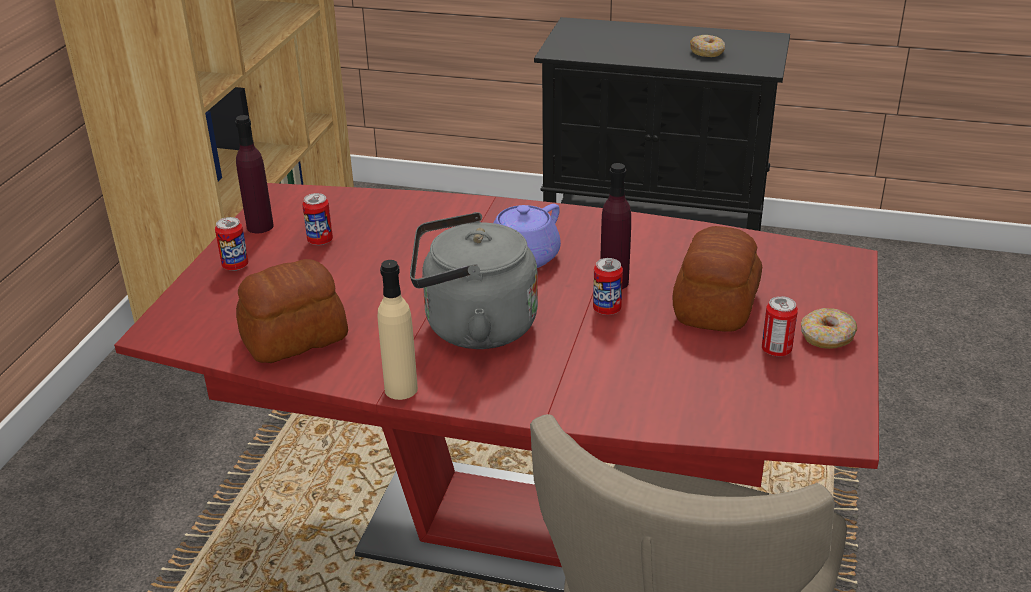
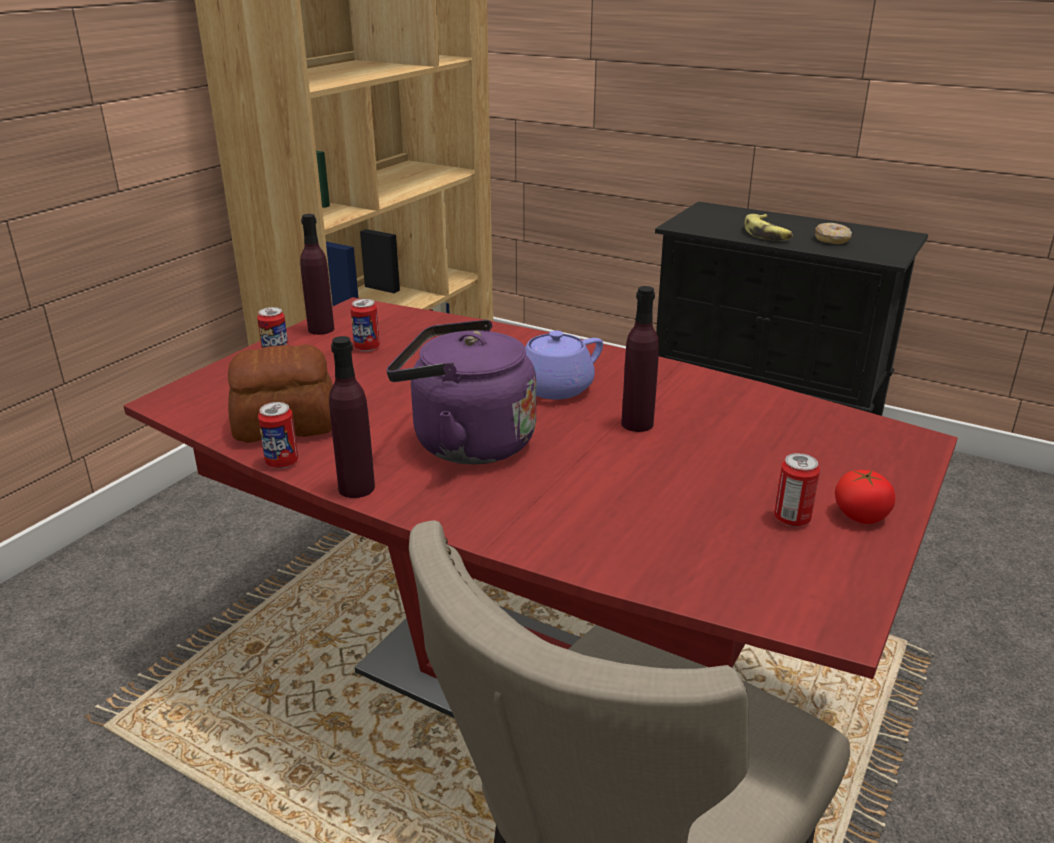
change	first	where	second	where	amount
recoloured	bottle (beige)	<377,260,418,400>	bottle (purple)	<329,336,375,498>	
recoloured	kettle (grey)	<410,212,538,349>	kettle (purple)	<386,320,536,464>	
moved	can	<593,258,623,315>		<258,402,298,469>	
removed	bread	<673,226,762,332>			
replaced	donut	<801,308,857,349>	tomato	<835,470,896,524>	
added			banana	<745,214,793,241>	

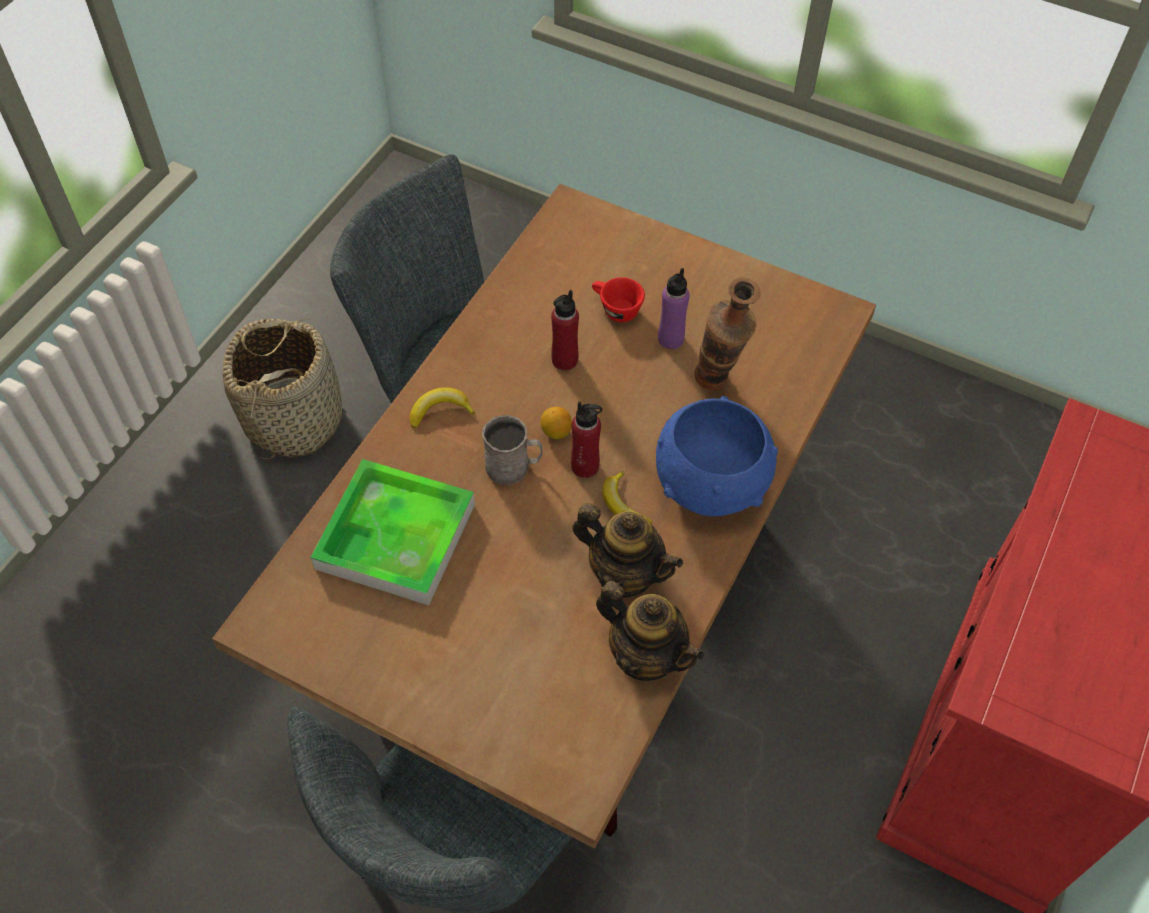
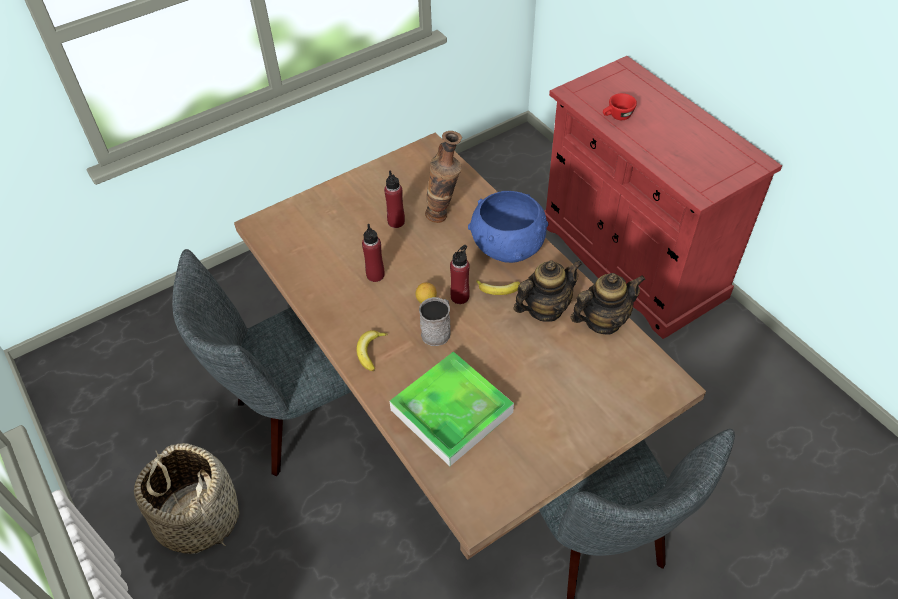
change	first	where	second	where	amount
moved	cup (red)	<592,277,645,322>		<603,93,637,120>	
recoloured	bottle (purple)	<658,268,690,349>	bottle (red)	<384,170,405,228>	

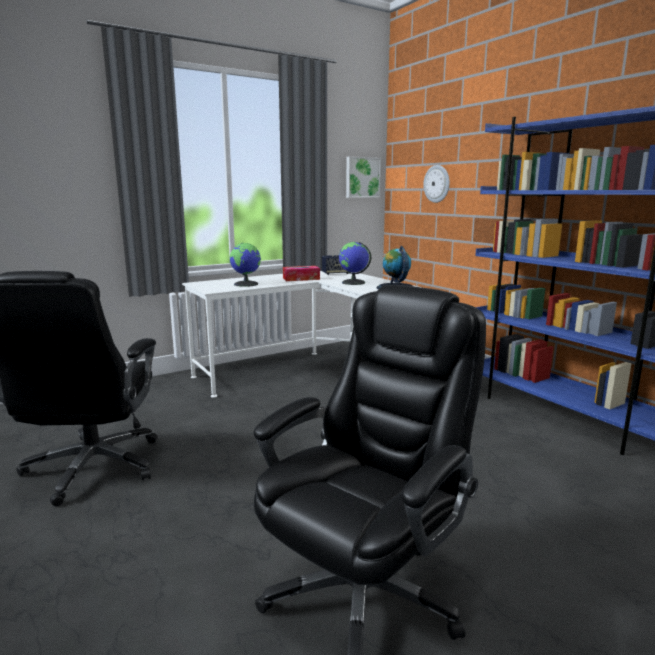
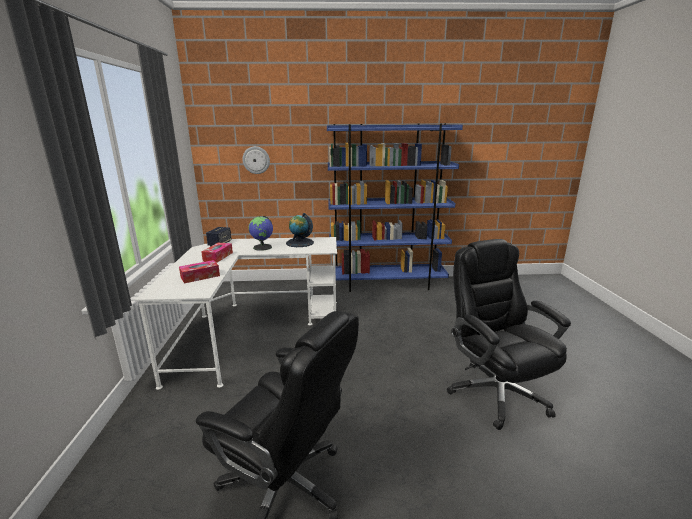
change	first	where	second	where	amount
replaced	globe	<230,242,261,287>	tissue box	<179,260,220,284>	
removed	picture	<346,156,381,198>			

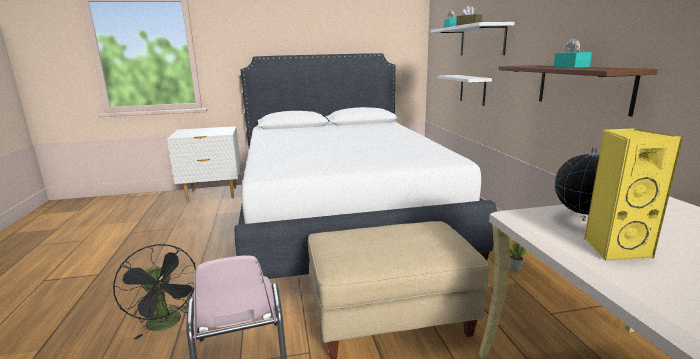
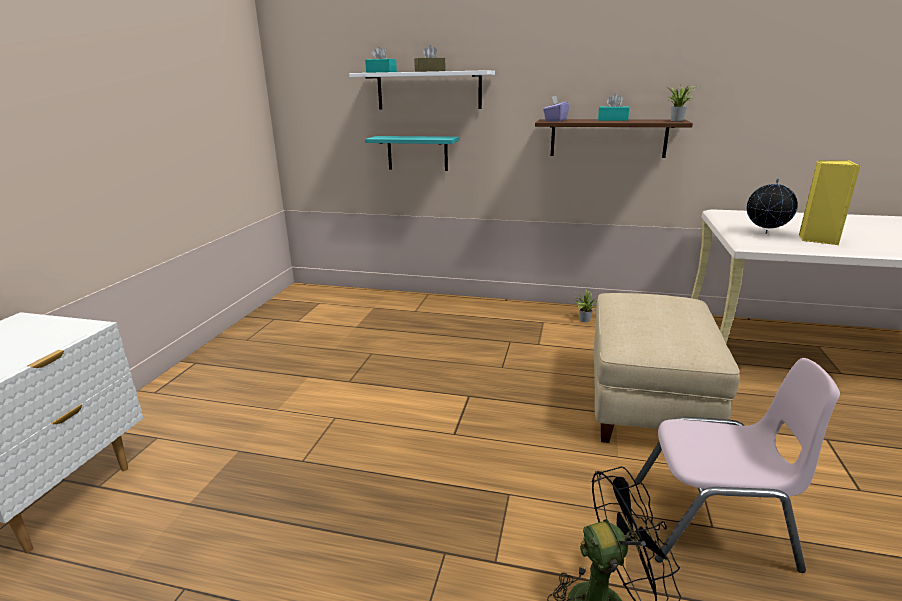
change	first	where	second	where	amount
removed	bed (white)	<234,53,497,279>			
recoloured	shelf (white)	<438,75,492,106>	shelf (turquoise)	<365,136,460,171>	
added			tissue box (purple)	<543,96,569,121>	
added			potted plant	<666,84,699,121>	

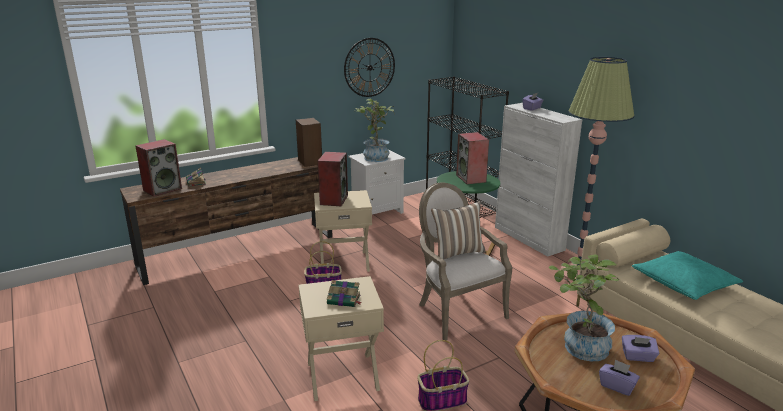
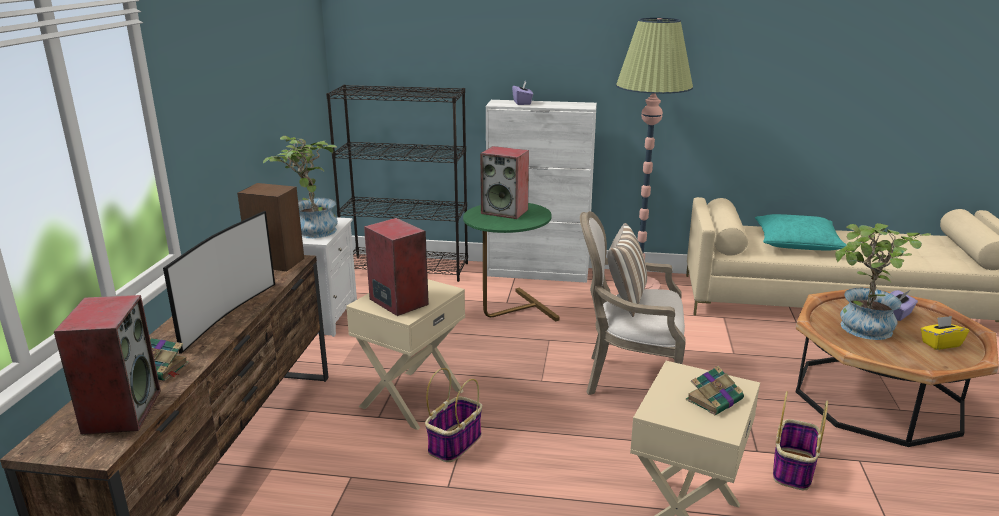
change	first	where	second	where	amount
removed	wall clock	<344,38,395,97>			
recoloured	tissue box (purple)	<599,360,640,396>	tissue box (yellow)	<921,316,969,350>	
added			television	<163,211,275,354>	

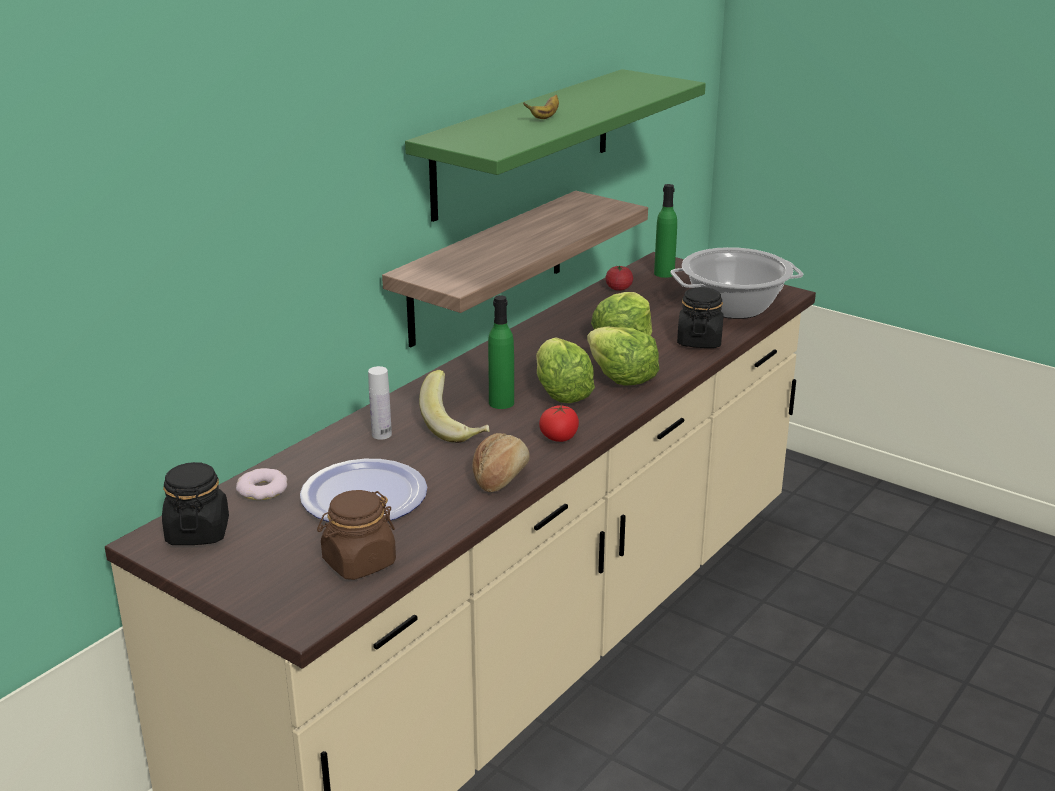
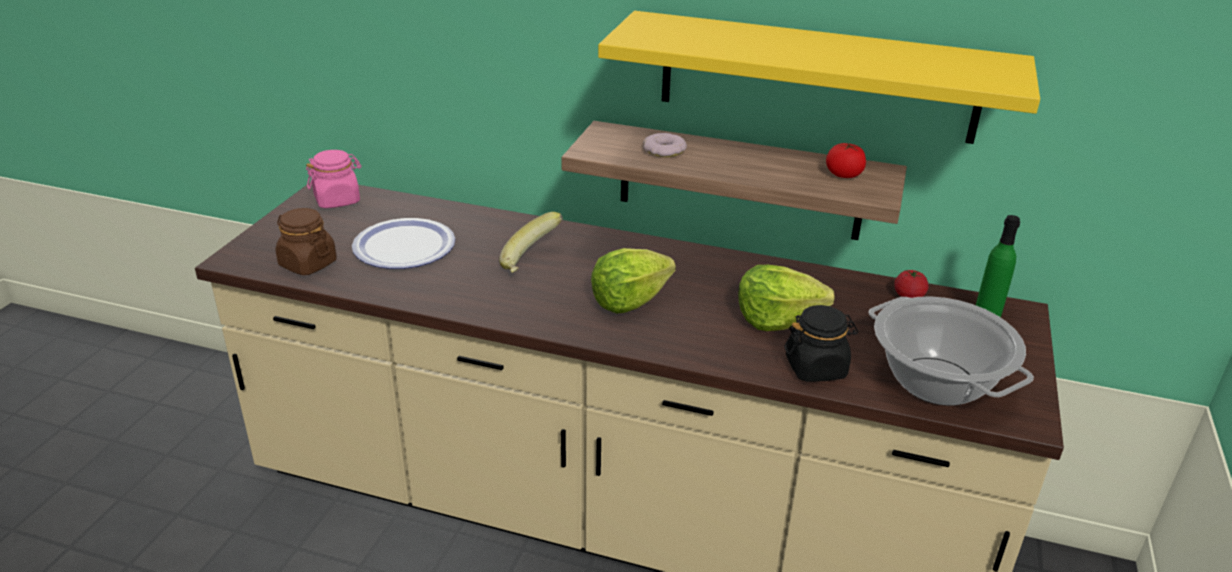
change	first	where	second	where	amount
recoloured	jar (black)	<162,462,229,545>	jar (pink)	<306,150,361,208>	
moved	donut	<236,468,287,500>		<643,133,687,157>	
removed	bottle (white)	<368,366,392,440>			
recoloured	shelf (green)	<405,69,706,222>	shelf (yellow)	<598,11,1040,144>	
removed	bread	<472,433,530,492>			
removed	bottle (green)	<488,295,514,409>			
removed	banana	<523,95,559,119>			
moved	tomato	<539,404,579,442>		<826,143,866,178>	
removed	lettuce	<587,327,659,386>			

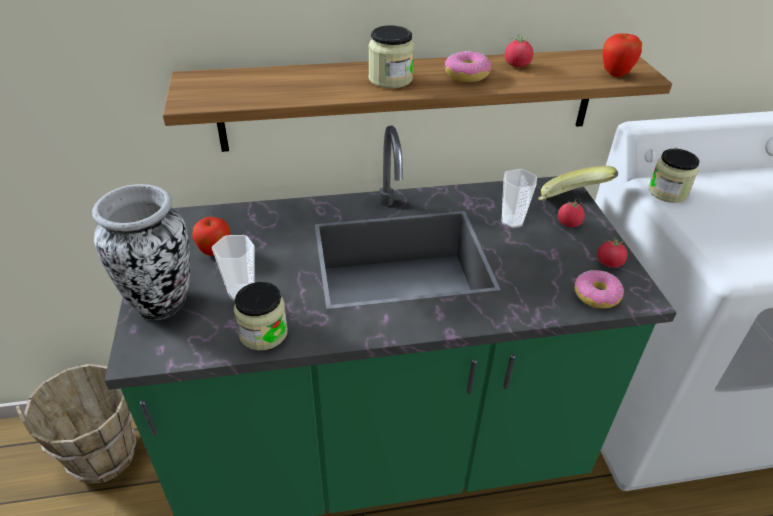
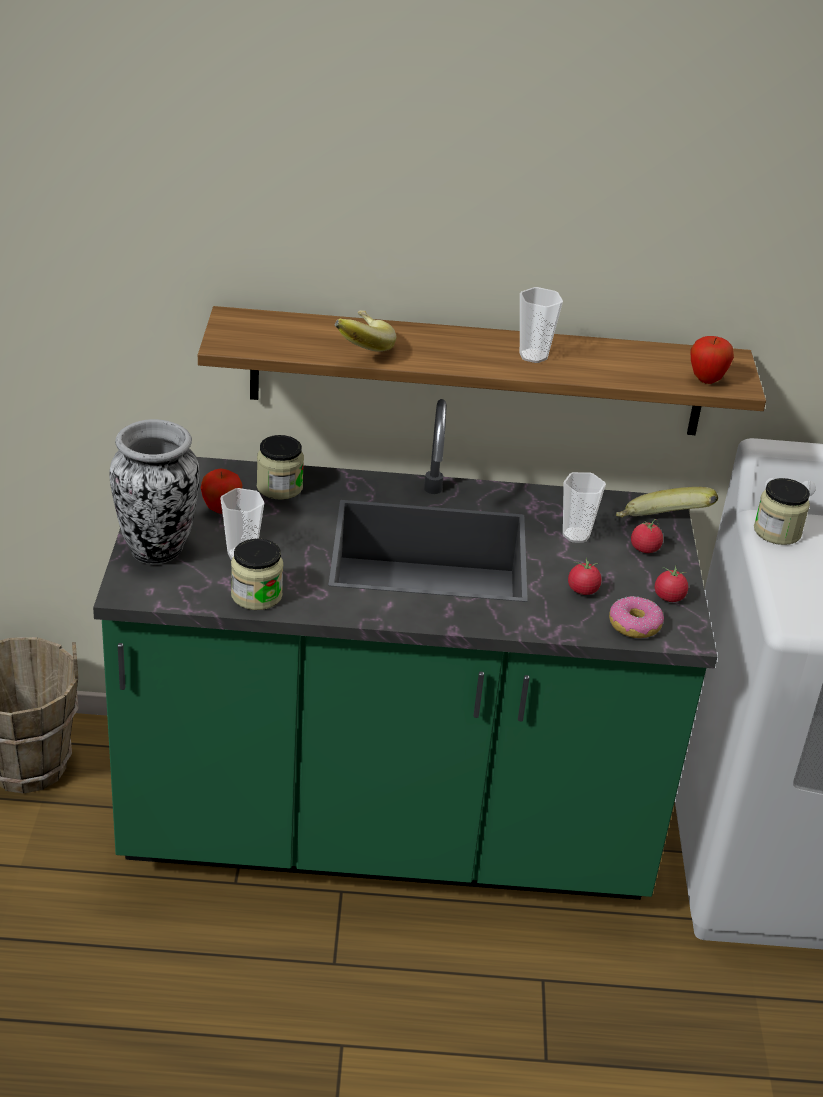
change	first	where	second	where	amount
moved	jar	<368,25,414,88>		<257,435,304,500>	
replaced	donut	<445,51,491,82>	cup	<520,287,563,363>	
moved	tomato	<505,34,533,67>		<568,558,602,595>	
added			banana	<335,311,397,352>	

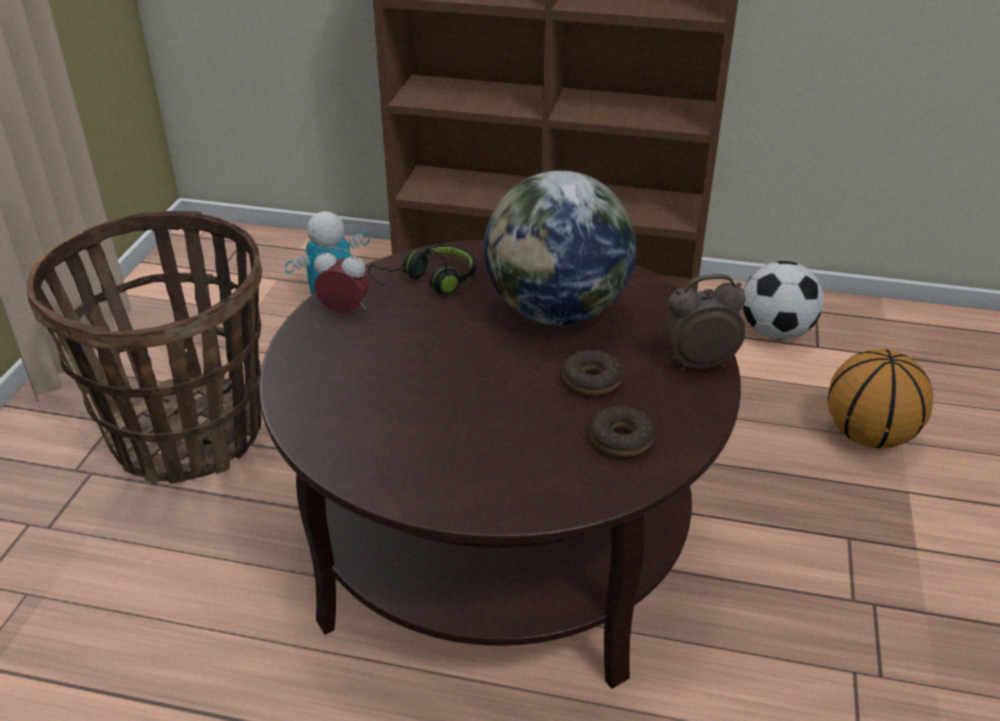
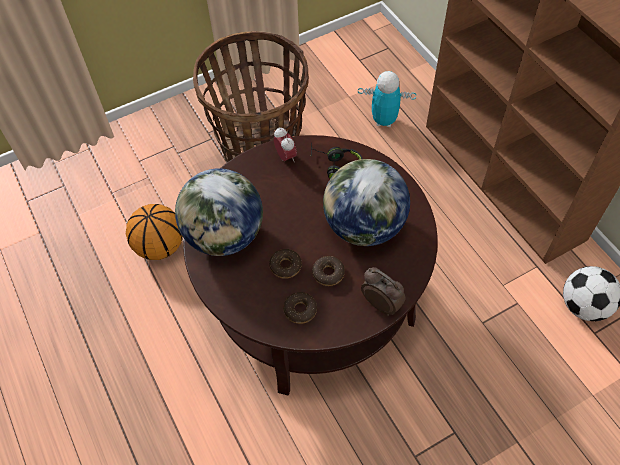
change	first	where	second	where	amount
moved	basketball	<828,349,933,449>		<126,204,183,260>	
added			globe	<175,168,263,256>	
added			donut	<269,249,302,279>	

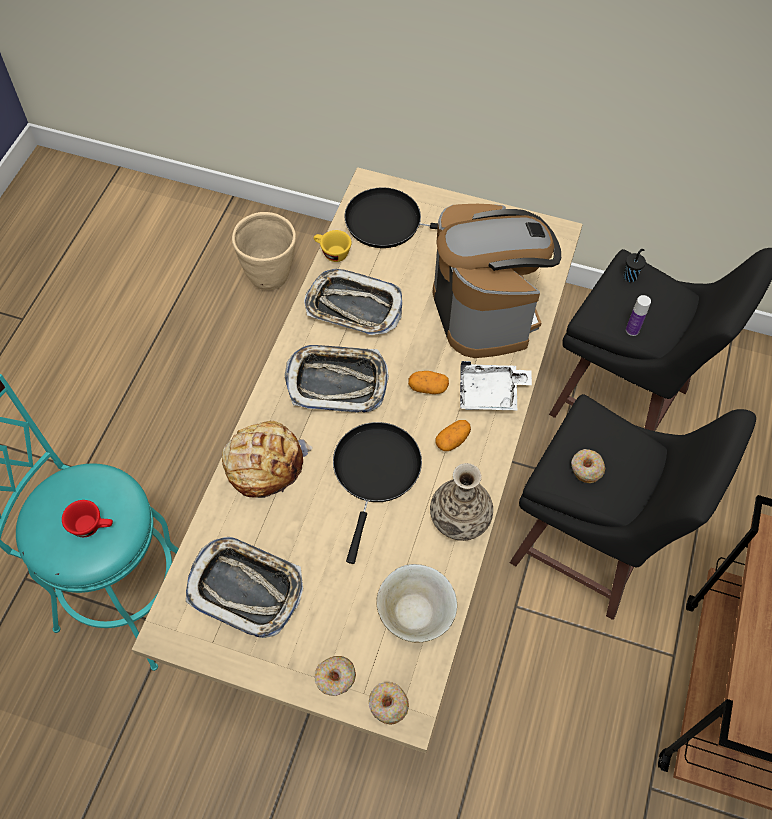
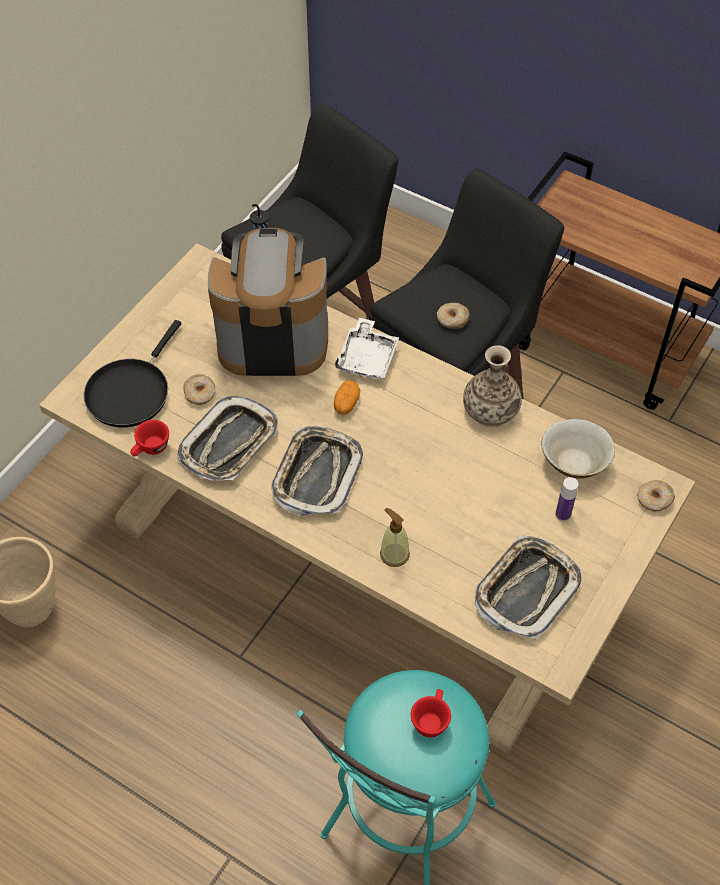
change	first	where	second	where	amount
replaced	bread	<222,421,313,498>	soap dispenser	<380,508,410,567>	
recoloured	cup (yellow)	<314,230,351,262>	cup (red)	<130,420,169,457>	
moved	donut	<315,656,356,696>		<183,374,216,405>	
removed	frying pan (black)	<333,422,422,564>			
removed	potato	<435,420,471,451>			
moved	bottle	<626,295,651,336>		<555,477,578,521>	

